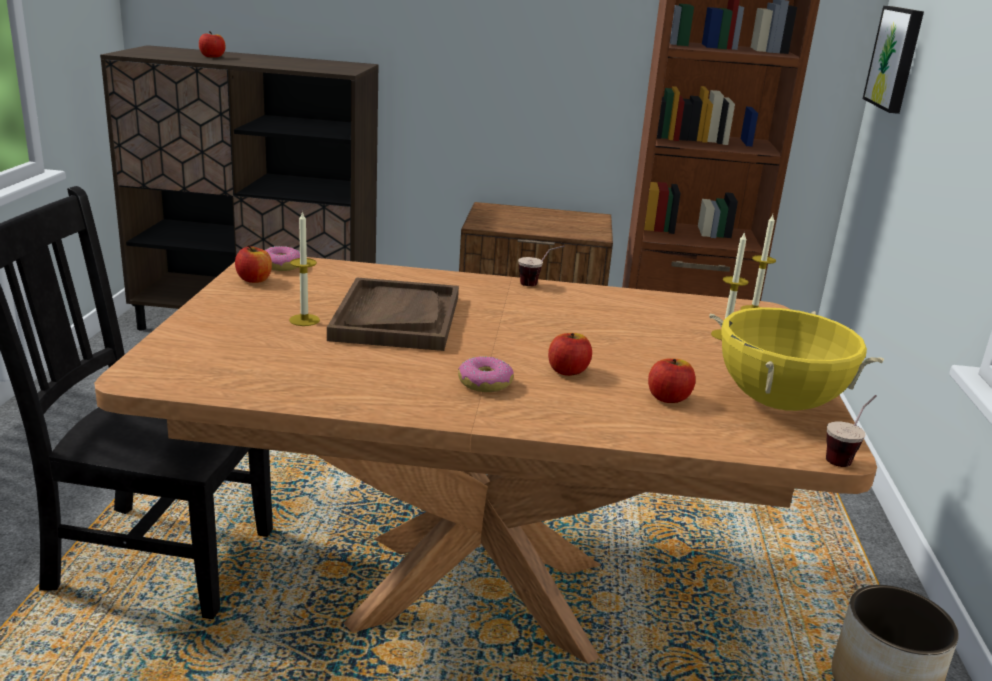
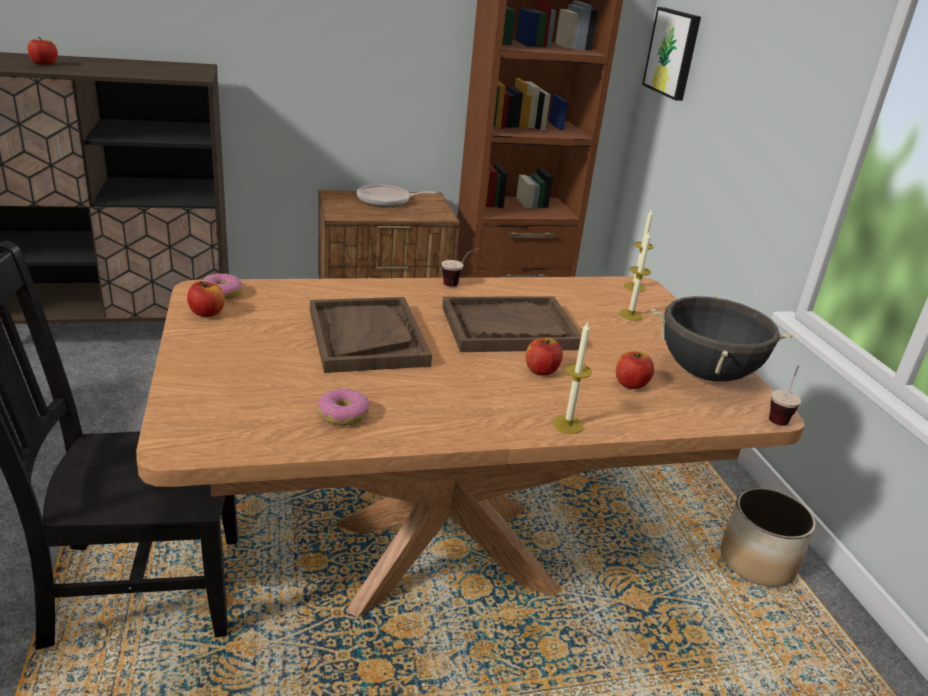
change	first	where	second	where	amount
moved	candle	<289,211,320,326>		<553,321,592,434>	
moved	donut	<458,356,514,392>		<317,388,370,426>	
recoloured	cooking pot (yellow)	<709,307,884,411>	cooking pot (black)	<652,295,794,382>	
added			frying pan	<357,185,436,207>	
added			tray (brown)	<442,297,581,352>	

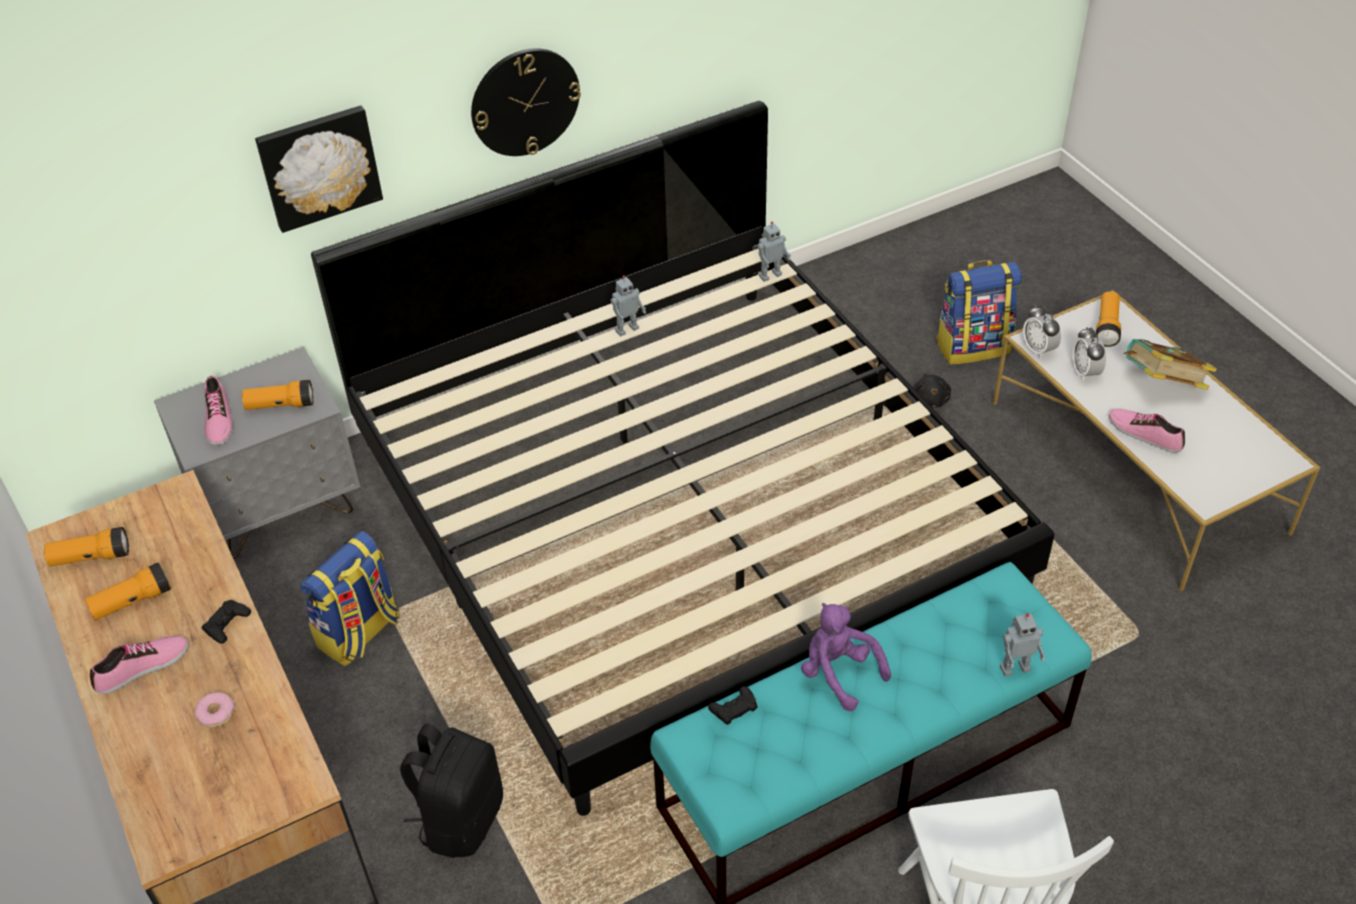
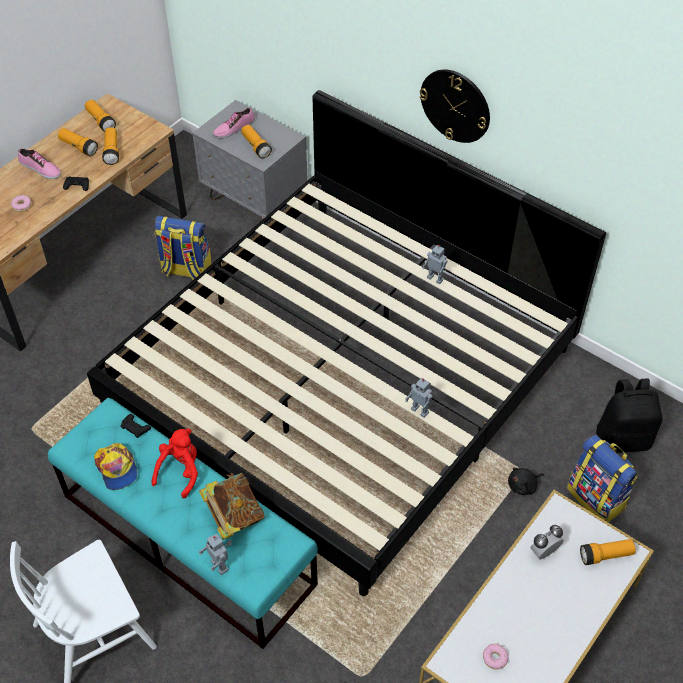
change	first	where	second	where	amount
removed	picture	<255,105,383,233>			
moved	backpack (black)	<400,723,503,858>		<596,378,663,453>	
moved	toy robot	<757,221,791,282>		<405,378,433,418>	
recoloured	plush toy (purple)	<801,603,891,711>	plush toy (red)	<152,429,198,498>	
removed	alarm clock	<1023,305,1061,358>			
removed	shoe	<1109,408,1185,453>			
moved	book	<1123,339,1217,390>		<199,473,265,540>	
added			cap	<94,443,137,490>	
added			flashlight	<102,127,119,165>	
added			donut	<483,644,508,669>	

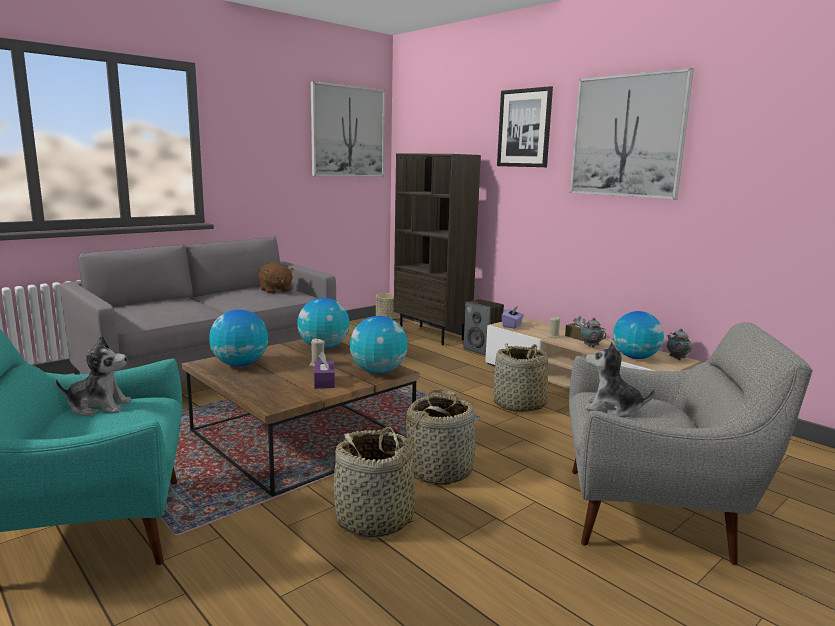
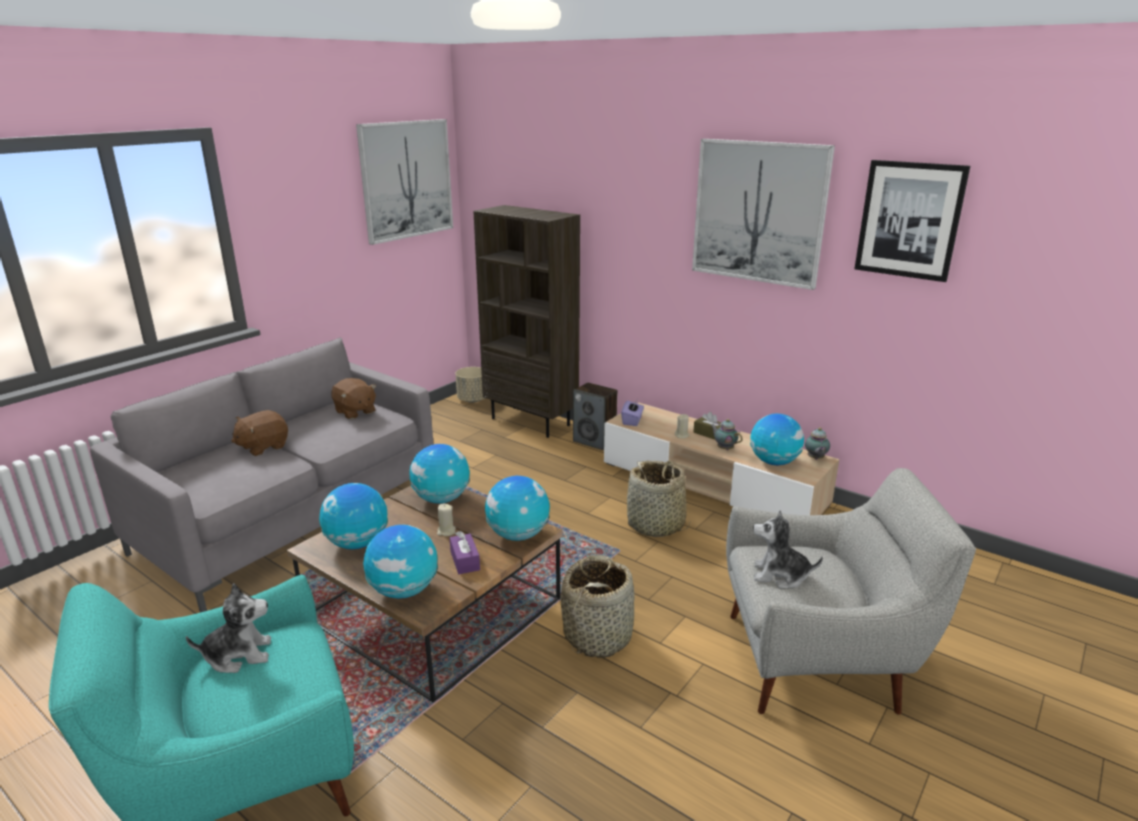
change	first	where	second	where	amount
removed	basket	<333,427,428,537>			
moved	picture	<497,86,553,167>		<855,160,970,282>	
turned	teapot	<667,329,692,360>		<805,428,830,460>	150 degrees counterclockwise
added			plush toy (brown)	<231,410,288,456>	
added			globe	<363,525,438,599>	

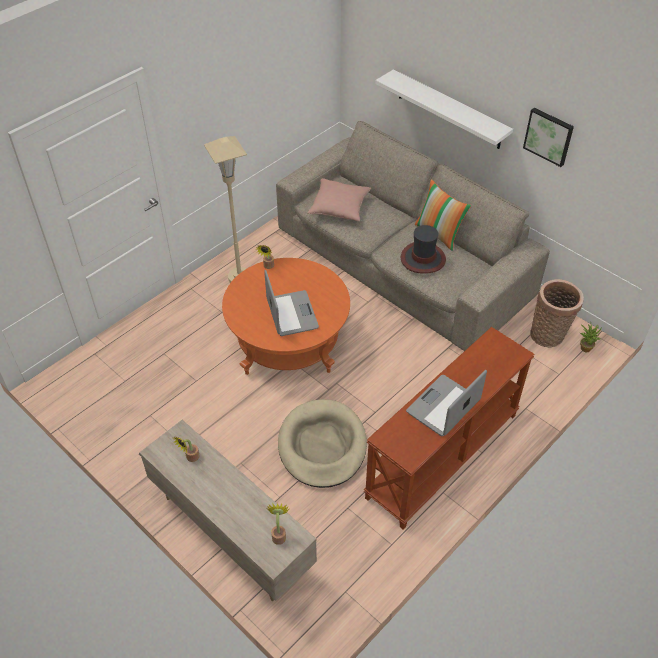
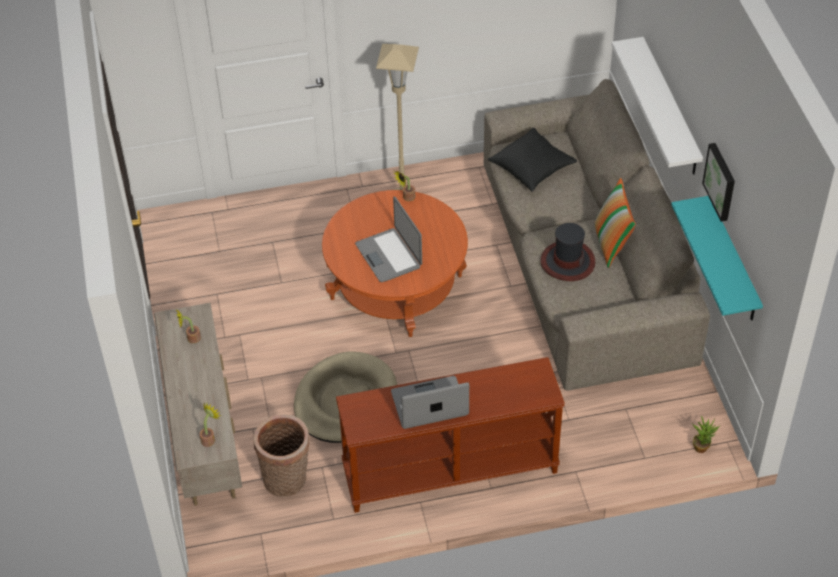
change	first	where	second	where	amount
turned	laptop	<264,270,319,336>		<355,197,422,282>	135 degrees clockwise
recoloured	pillow (pink)	<307,178,371,221>	pillow (black)	<488,128,577,191>	
moved	basket	<530,279,584,348>		<254,414,310,497>	
added			shelf (turquoise)	<671,196,763,321>	

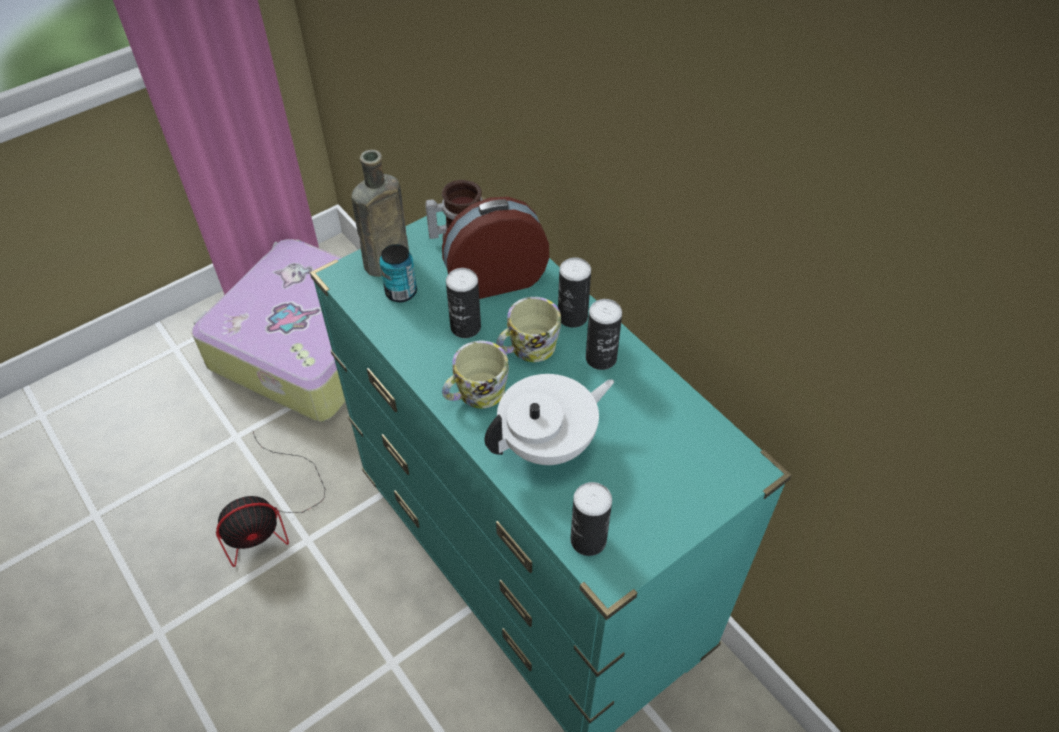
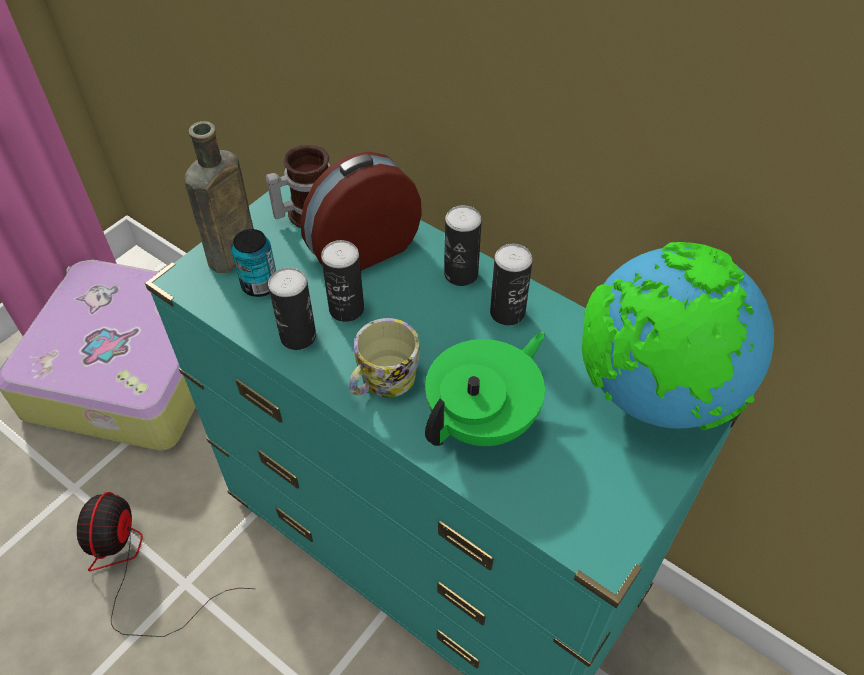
change	first	where	second	where	amount
turned	fan	<216,432,325,567>		<77,492,255,637>	135 degrees clockwise
recoloured	teapot (white)	<485,374,614,465>	teapot (green)	<425,332,545,446>	
removed	mug	<496,297,561,362>			
moved	can	<570,482,612,556>		<268,267,316,350>	
added			globe	<582,242,774,431>	

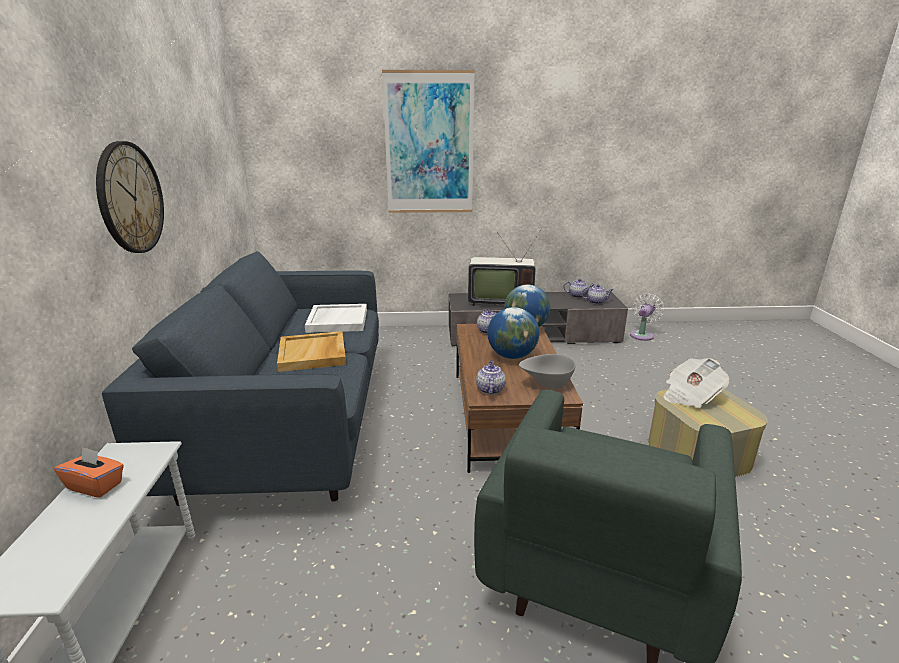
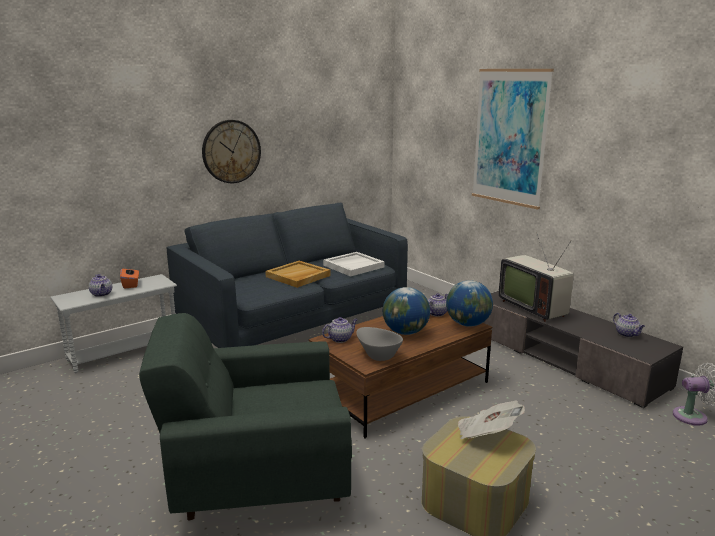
change	first	where	second	where	amount
moved	teapot	<581,285,613,304>		<89,274,112,297>	

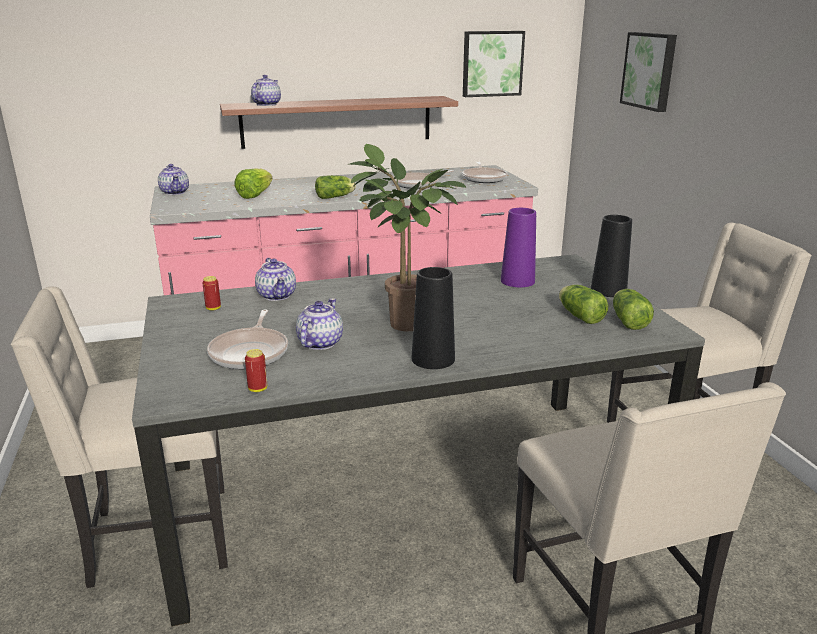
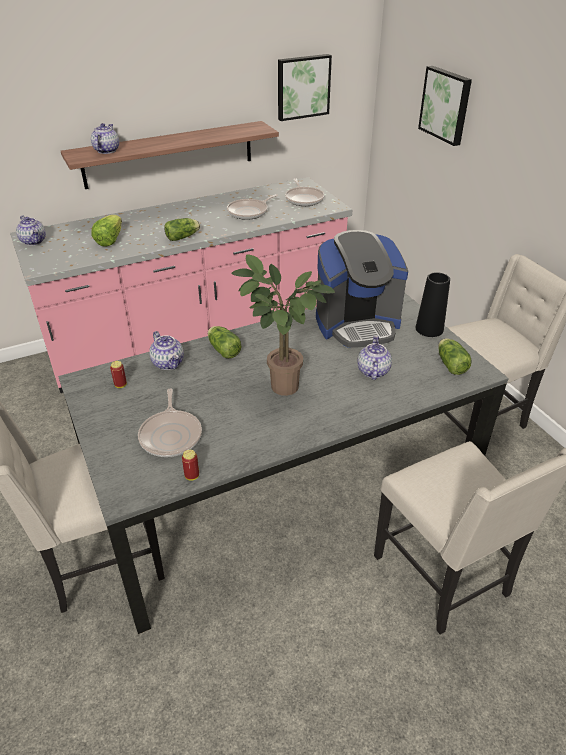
change	first	where	second	where	amount
moved	teapot	<296,298,343,350>		<357,335,392,380>	
removed	vase (black)	<412,267,455,369>			
replaced	vase (purple)	<501,208,536,287>	coffee machine	<316,230,408,348>	
moved	lettuce	<559,285,608,324>		<208,326,241,358>	

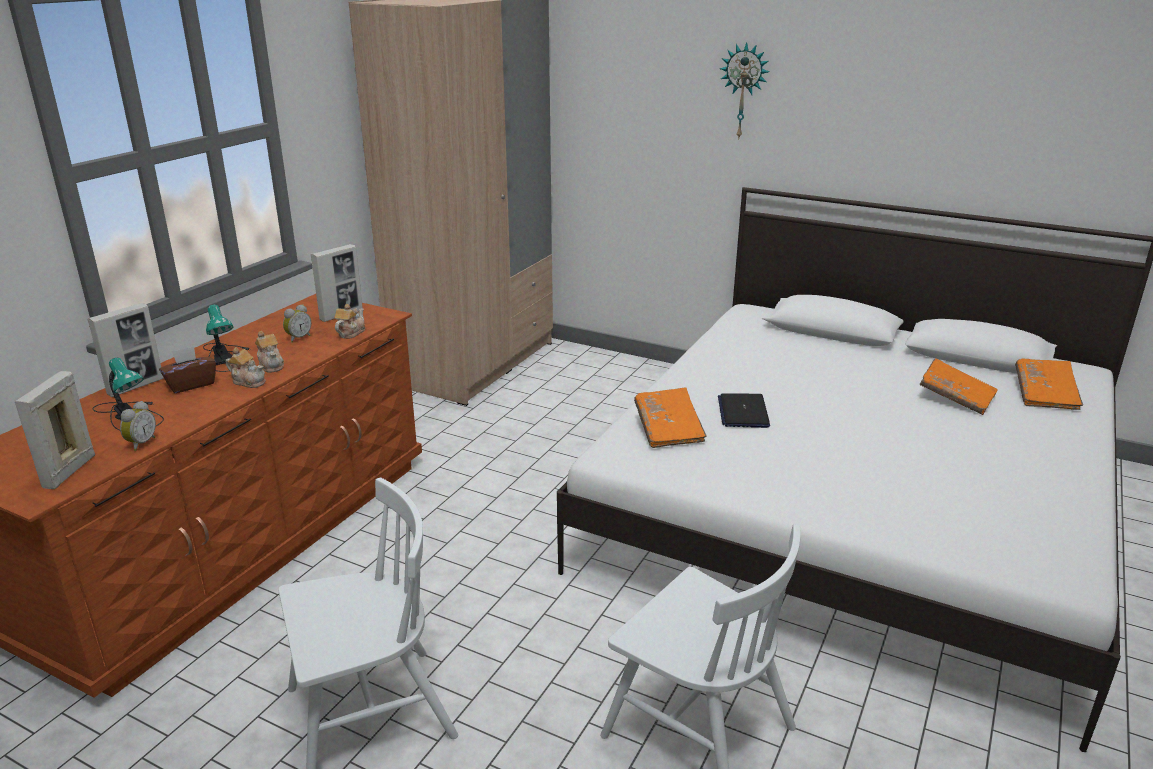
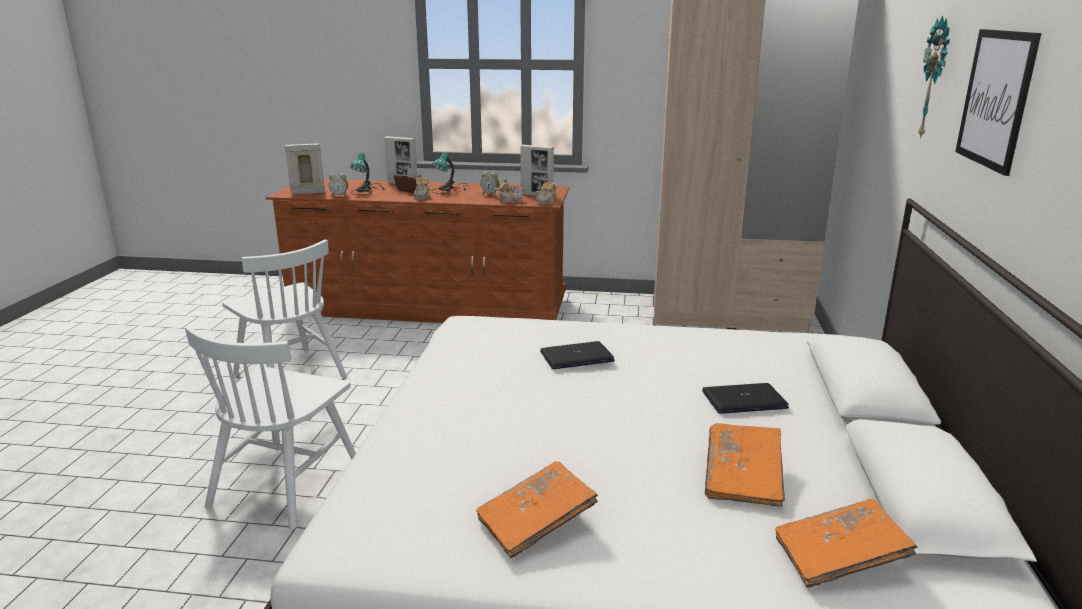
change	first	where	second	where	amount
moved	teapot	<255,331,284,373>		<536,178,556,205>	
moved	book (orange)	<634,387,707,448>		<477,461,598,558>	
added			laptop	<702,383,789,414>	
added			picture	<955,29,1041,176>	

